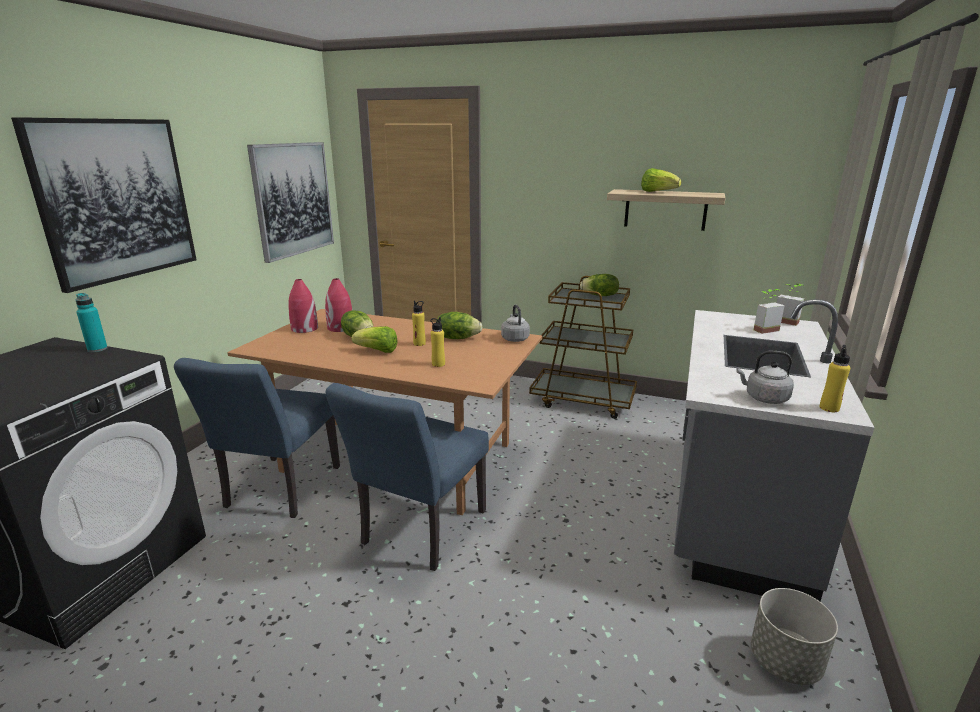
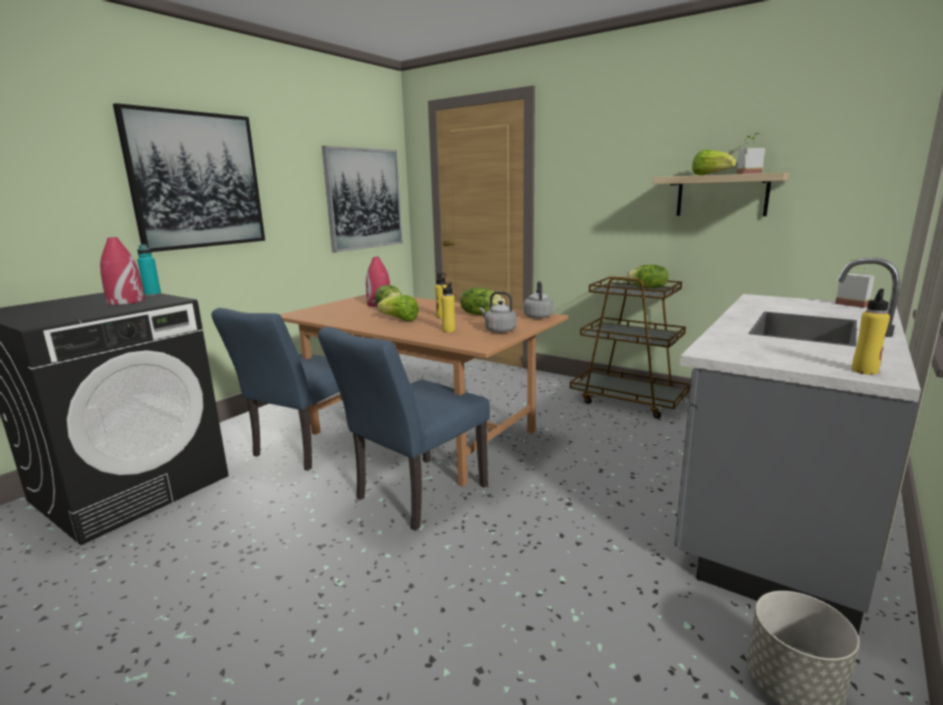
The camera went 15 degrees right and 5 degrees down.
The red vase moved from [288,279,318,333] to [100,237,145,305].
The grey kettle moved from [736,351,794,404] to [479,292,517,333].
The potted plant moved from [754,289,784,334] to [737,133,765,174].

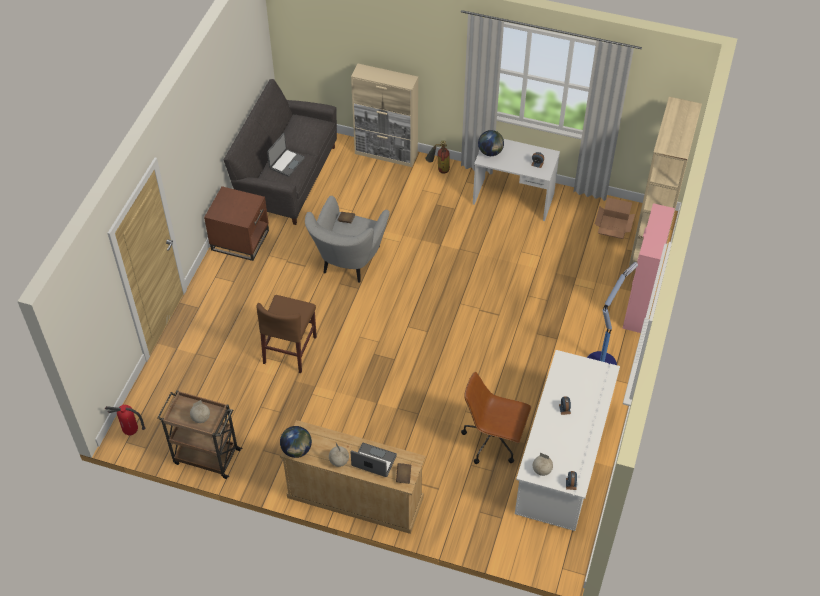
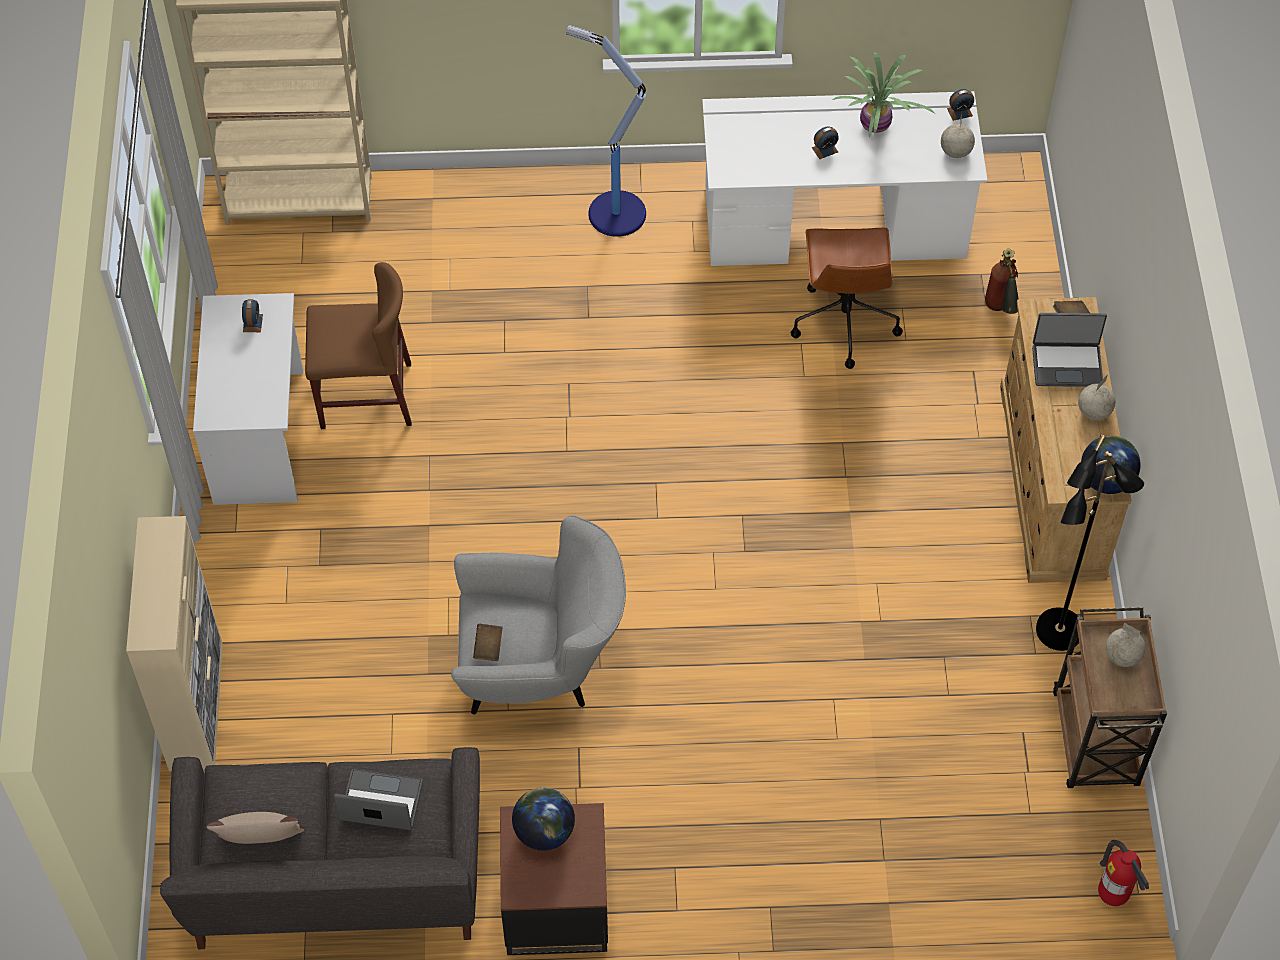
The camera went 110 degrees left and 5 degrees up.
The brown chair moved from [256,295,317,373] to [305,262,412,429].
The laptop at [350,443,397,477] turned 90 degrees counterclockwise.
The fire extinguisher moved from [425,140,450,174] to [985,248,1019,314].
The globe moved from [478,130,504,156] to [512,787,575,851].
The cardboard box at [595,197,635,239] disappeared.
The pink cabinet at [622,203,675,333] disappeared.
The beige pillow at [206,812,304,844] appeared.
The potted plant at [833,52,934,137] appeared.
The black floor lamp at [1036,434,1144,651] appeared.

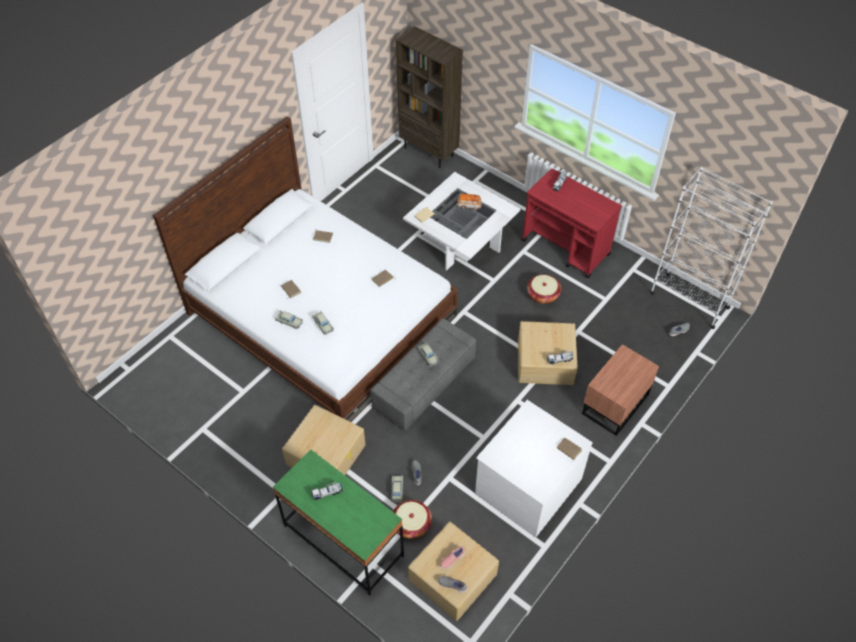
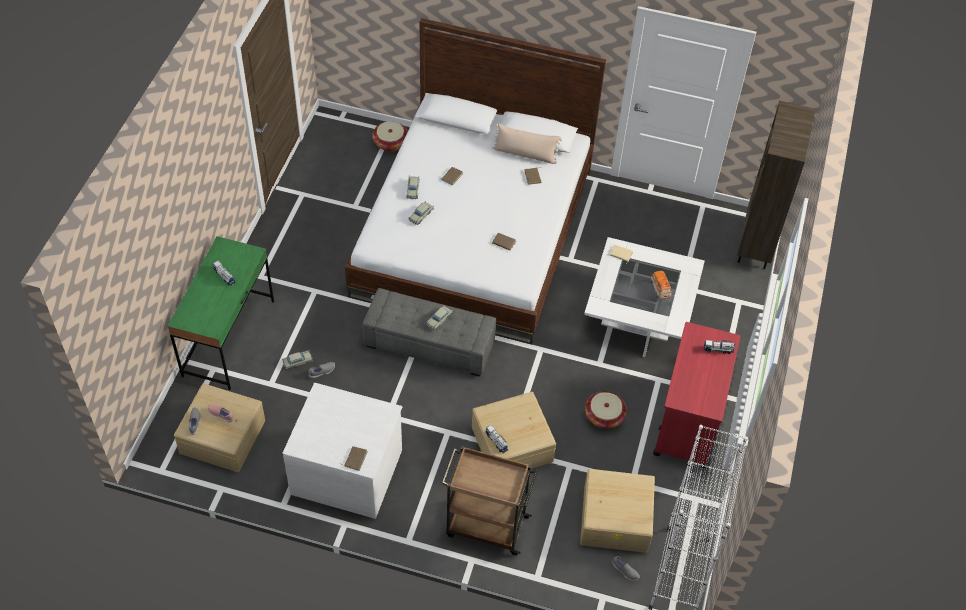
The camera went 65 degrees right and 0 degrees up.
The beige storage box moved from [282,405,366,475] to [580,469,655,553].
The basket moved from [393,500,432,539] to [373,121,408,152].
The brown nightstand at [582,344,659,436] was replaced by the brown cart at [441,446,537,556].
The beige pillow at [492,123,562,164] appeared.

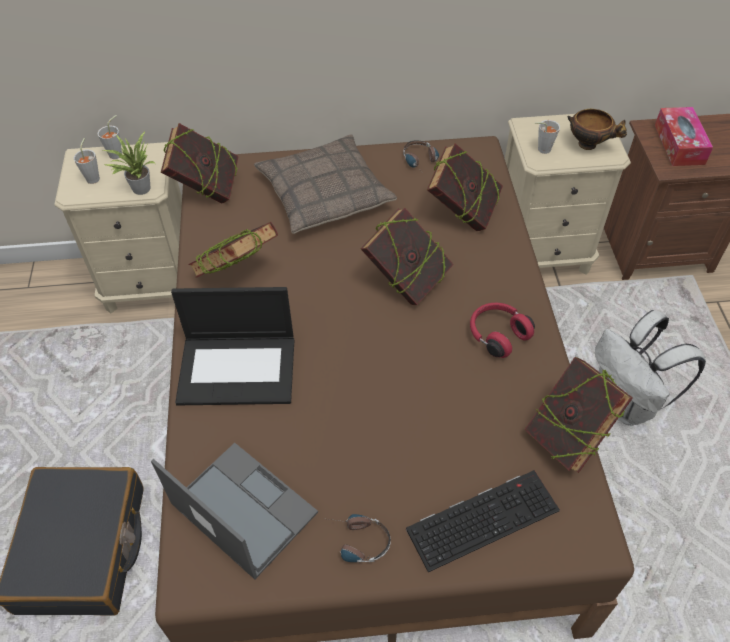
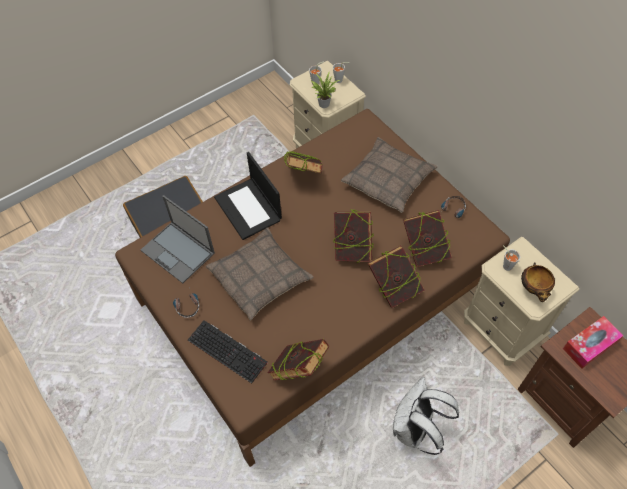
The camera went 60 degrees right and 5 degrees up.
The laptop at [151,443,318,579] turned 120 degrees clockwise.
The book moved from [161,123,239,203] to [368,245,425,308].
The red headphones at [470,303,535,358] disappeared.
The pillow at [206,227,314,320] appeared.

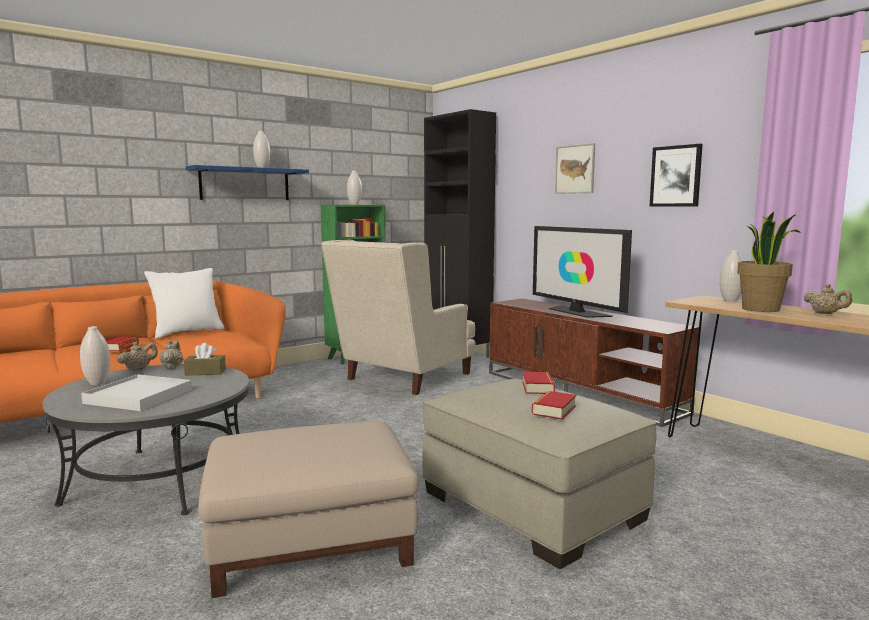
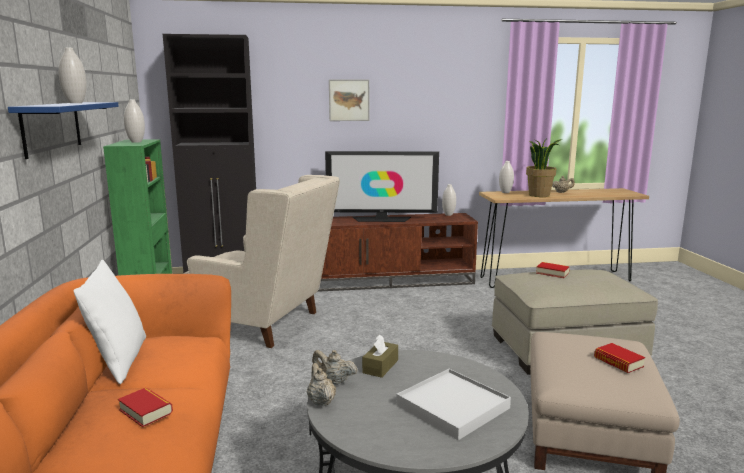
The camera went 60 degrees left and 5 degrees up.
The white vase moved from [80,326,110,385] to [442,184,456,216].
The beige armchair at [321,240,475,395] turned 45 degrees counterclockwise.
The book moved from [532,391,576,420] to [594,343,645,373].
The picture at [649,144,703,207] disappeared.

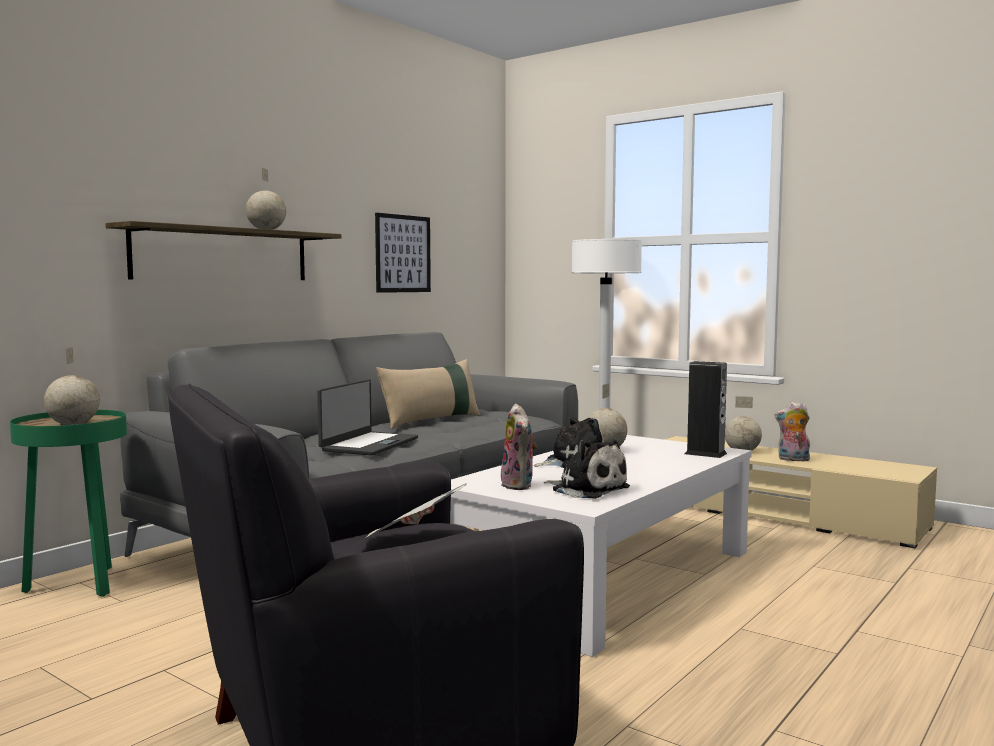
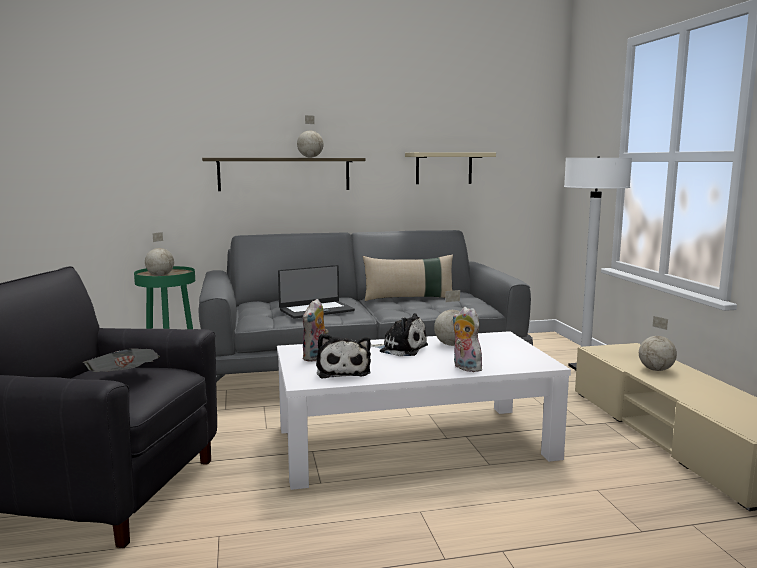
The camera went 40 degrees right and 5 degrees up.
The picture at [375,213,431,293] was replaced by the beige shelf at [405,152,496,184].
The speaker at [685,361,727,458] disappeared.
The plush toy moved from [774,402,810,461] to [452,307,482,372].

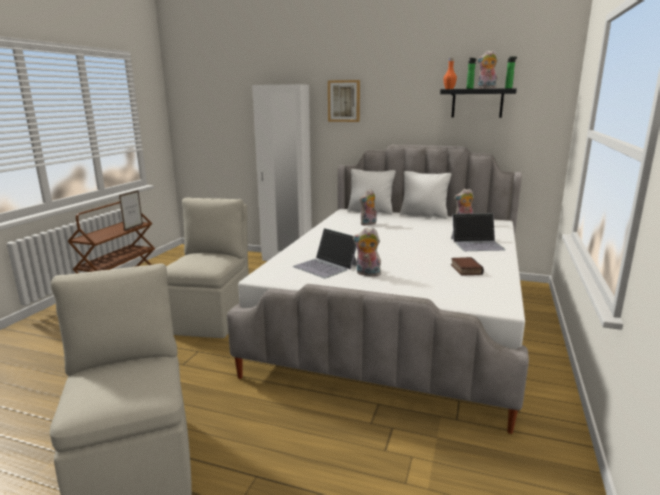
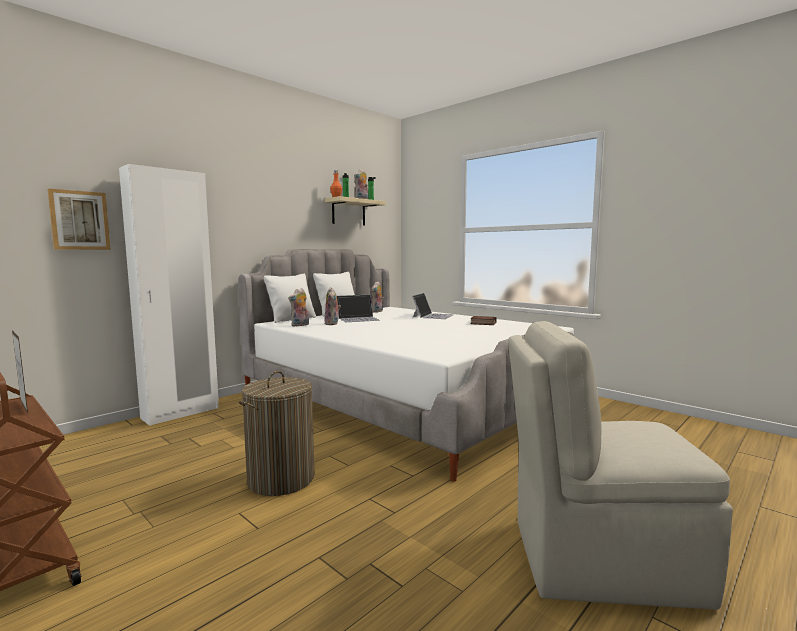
The camera went 65 degrees left and 10 degrees down.
The beige chair at [166,198,249,338] was replaced by the laundry basket at [239,371,314,496].
The laptop moved from [293,228,357,278] to [336,295,380,322].
The picture moved from [328,80,360,122] to [47,189,111,250].
The plush toy moved from [353,228,381,277] to [288,288,309,326].
The black shelf at [440,88,517,118] became the beige shelf at [325,196,386,225].

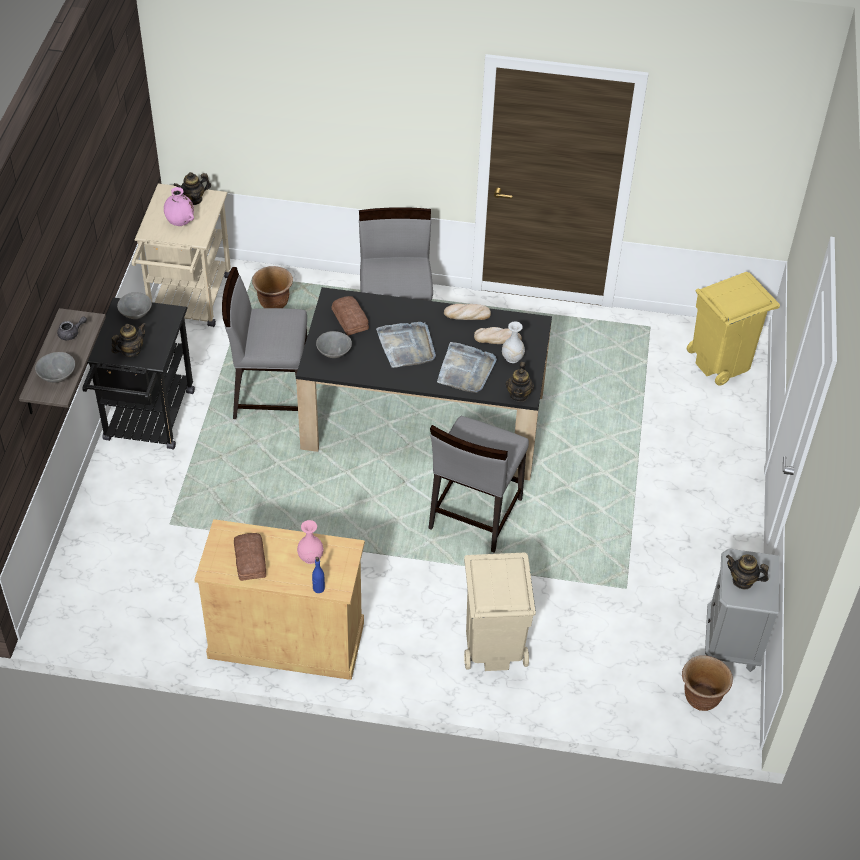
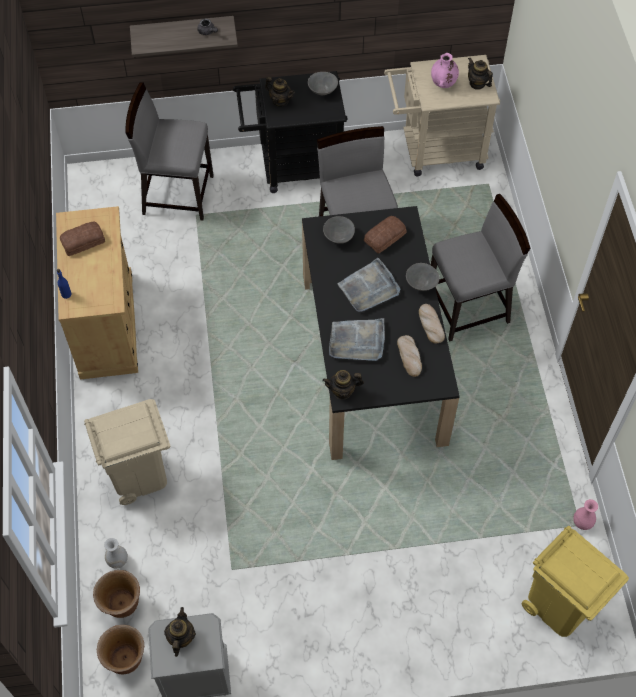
The camera went 75 degrees right and 10 degrees up.
The grey bowl moved from [35,352,75,383] to [406,263,440,291].
The brown planter moved from [252,266,293,308] to [93,570,140,618].
The pink vase moved from [297,520,324,564] to [573,499,598,530].
The grey chair moved from [428,416,529,553] to [125,82,214,220].
The white vase moved from [502,322,525,363] to [104,538,128,569].

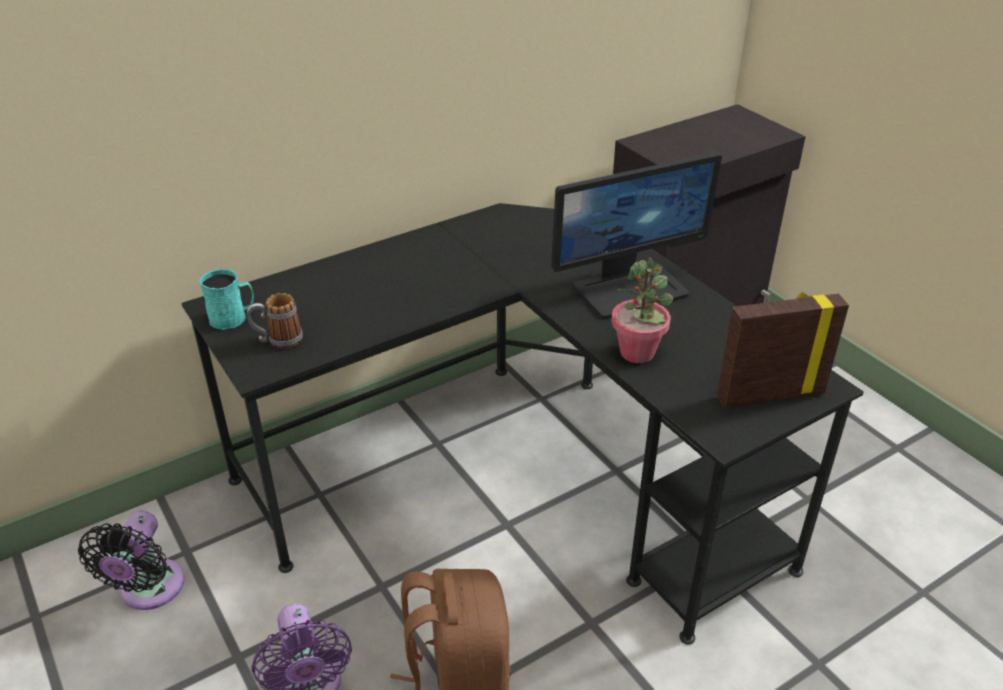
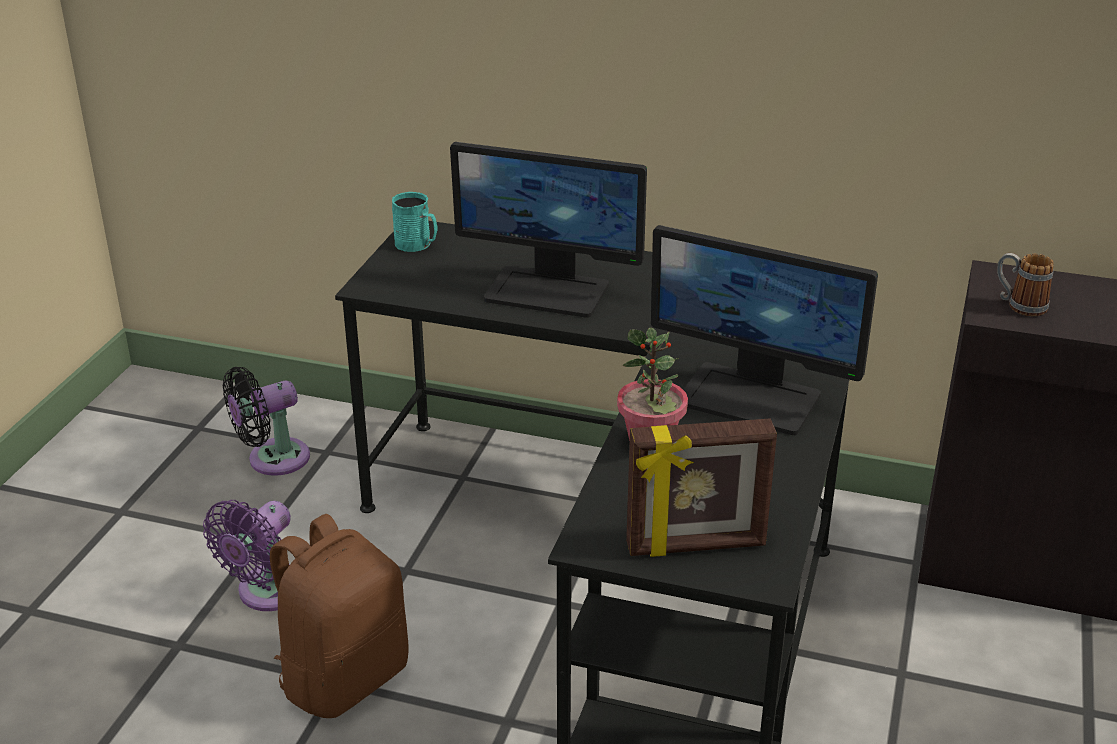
The camera went 50 degrees right and 5 degrees down.
The mug moved from [247,293,303,349] to [997,253,1054,317].
The picture frame at [717,292,849,408] turned 135 degrees clockwise.
The monitor at [450,142,647,318] appeared.

